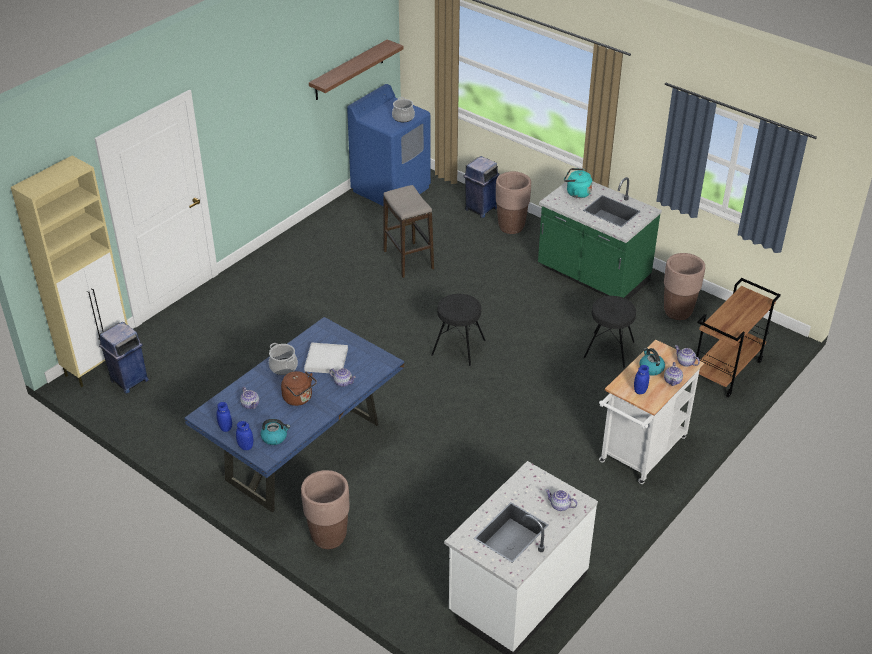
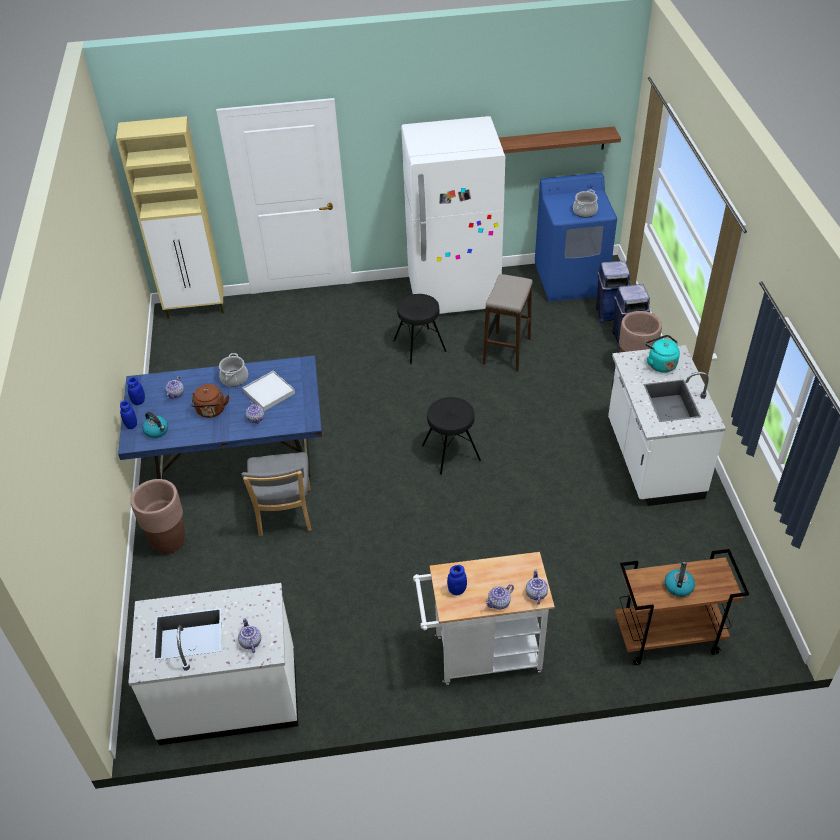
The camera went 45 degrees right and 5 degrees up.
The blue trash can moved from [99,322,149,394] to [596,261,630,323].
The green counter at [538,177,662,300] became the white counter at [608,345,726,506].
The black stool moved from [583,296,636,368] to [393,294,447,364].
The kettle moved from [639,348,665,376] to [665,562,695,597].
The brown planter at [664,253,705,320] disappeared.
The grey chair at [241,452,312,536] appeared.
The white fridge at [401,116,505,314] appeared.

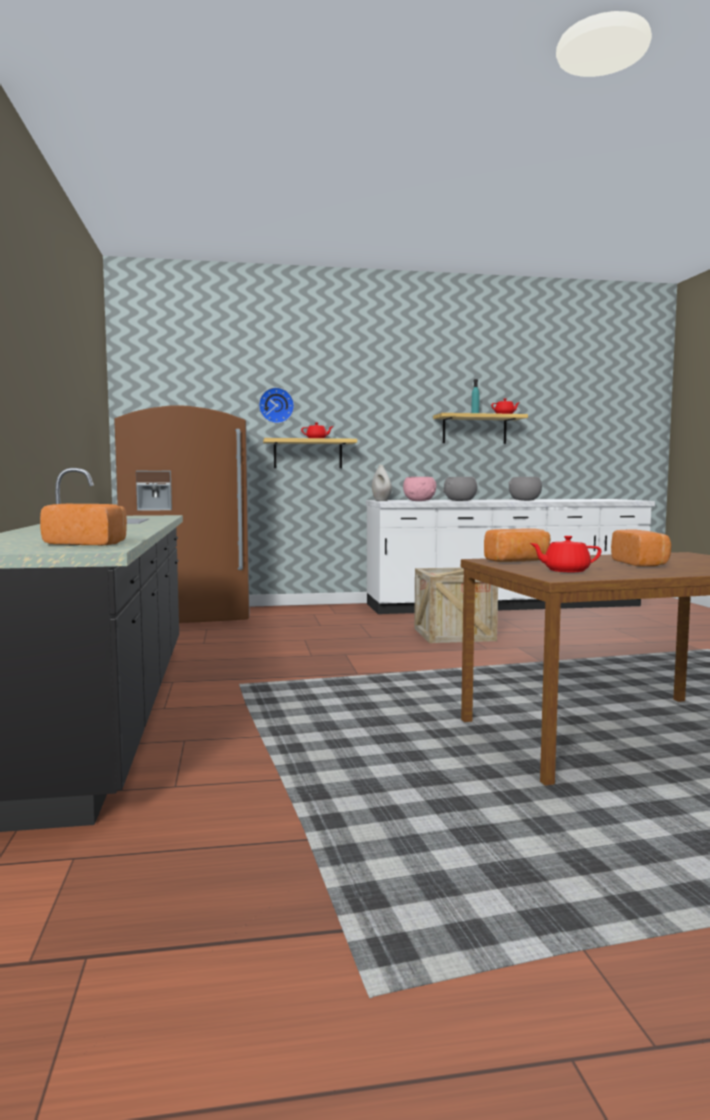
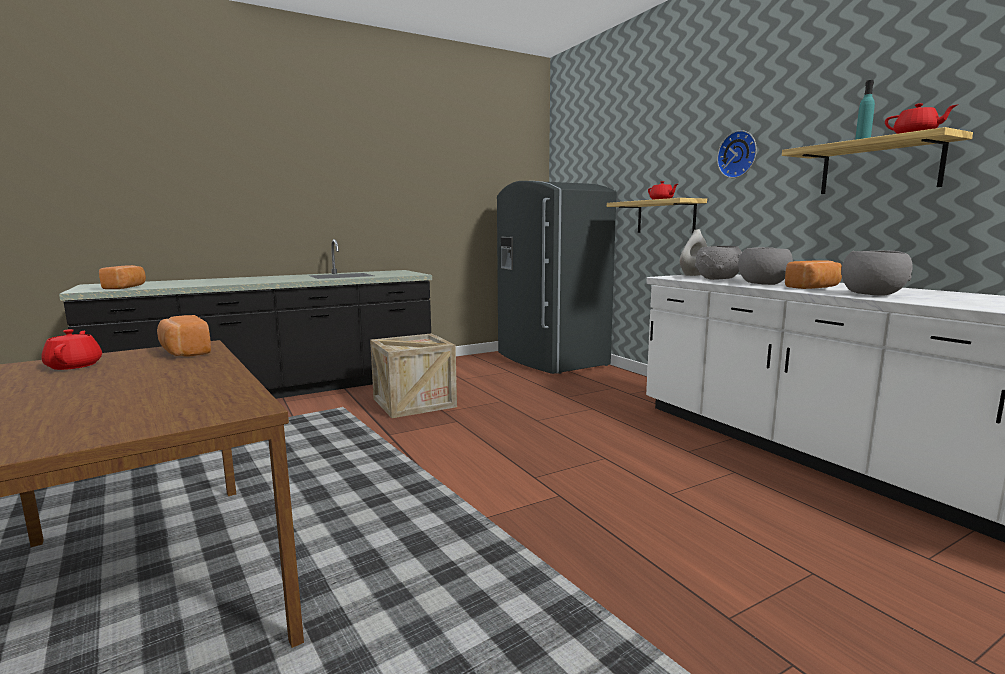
The camera went 70 degrees right and 5 degrees up.
The brown fridge at [114,405,250,623] became the grey fridge at [497,181,617,374].
The wall clock moved from [259,387,294,423] to [717,130,757,178].
The pink bowl at [403,477,436,501] became the grey bowl at [695,246,742,280].
The crate moved from [414,568,498,643] to [370,333,457,418].
The bread moved from [611,530,671,566] to [785,260,842,289].

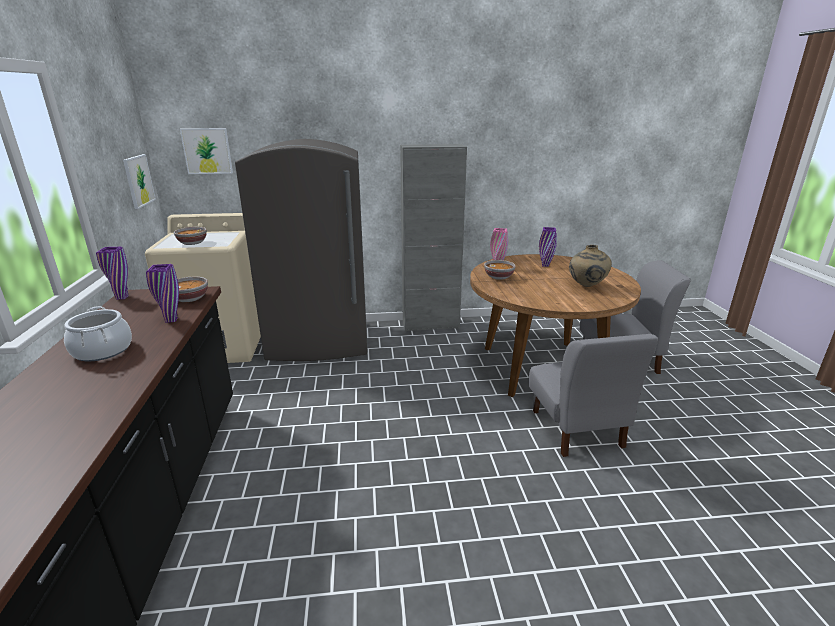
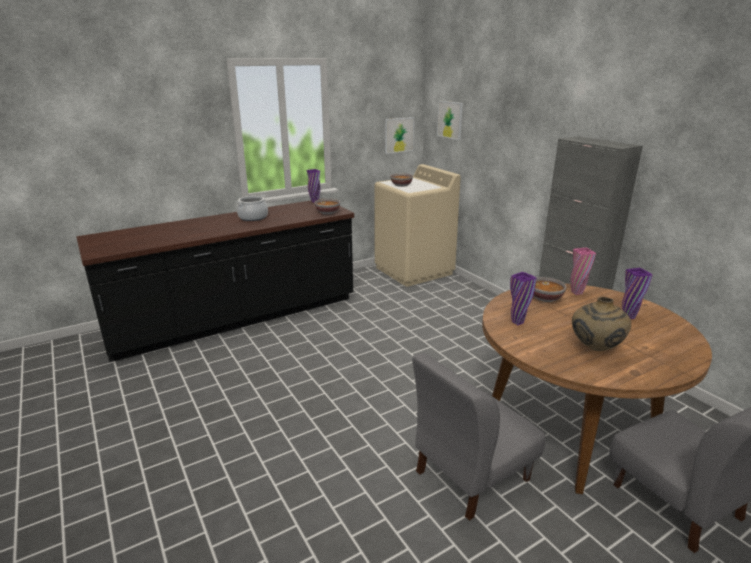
The camera went 65 degrees right and 0 degrees up.
The purple vase moved from [146,264,179,323] to [510,272,536,325].
The grey fridge at [235,139,368,361] disappeared.

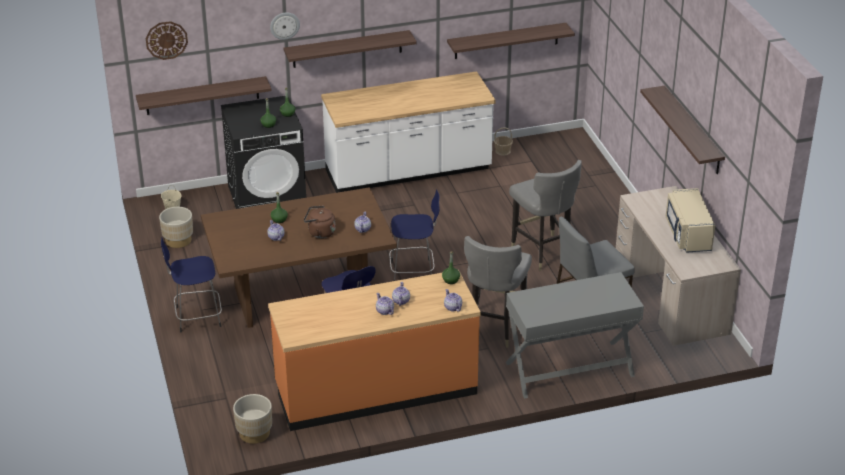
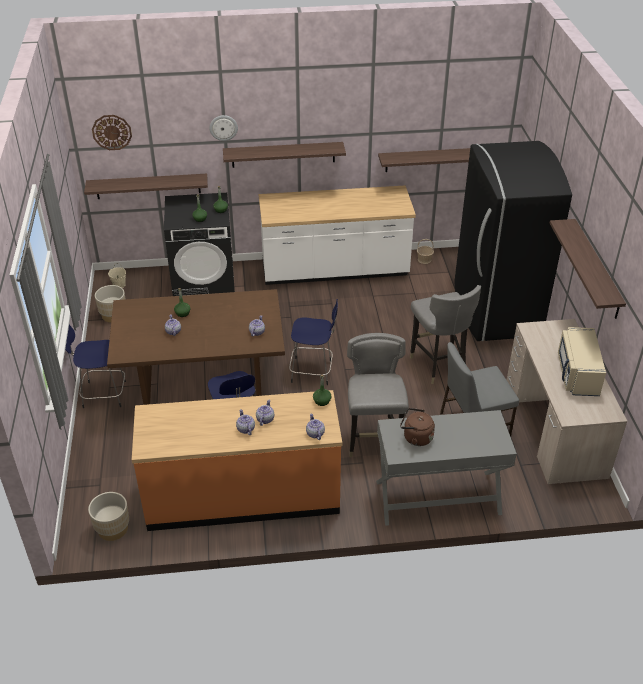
The camera went 10 degrees right and 5 degrees up.
The brown kettle moved from [304,206,336,238] to [400,408,435,446].
The grey chair at [464,236,532,348] turned 150 degrees clockwise.
The black fridge at [454,141,572,341] appeared.

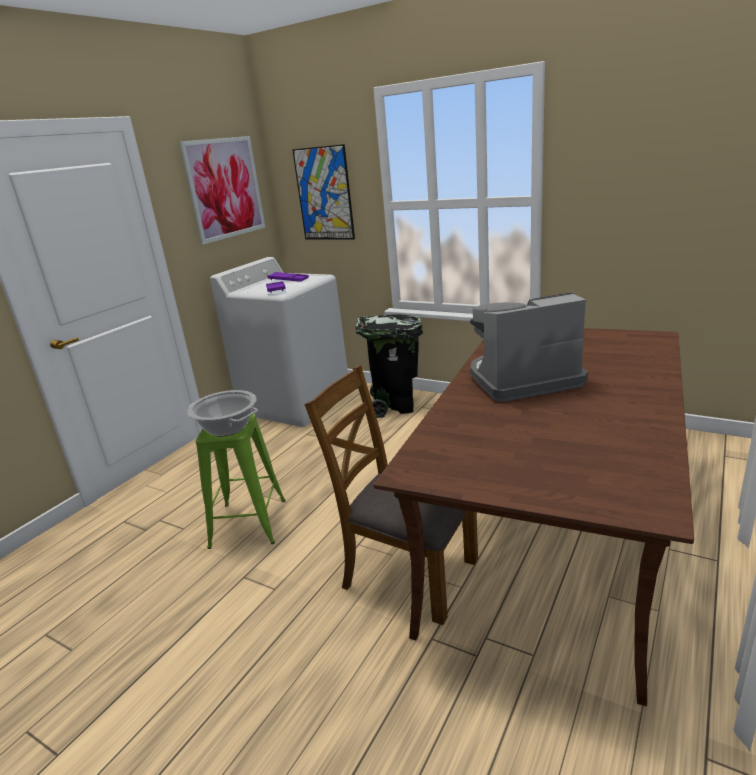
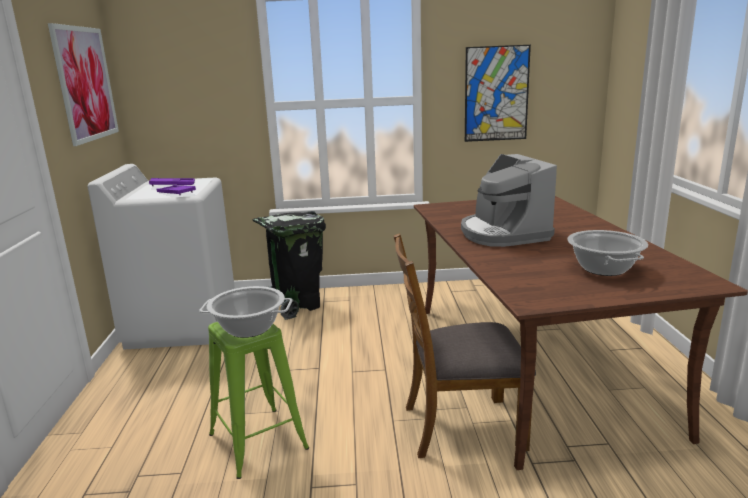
The camera went 35 degrees left and 5 degrees down.
The picture moved from [292,144,355,239] to [465,45,531,142].
The coffee machine at [470,292,588,402] turned 60 degrees counterclockwise.
The cooking pot at [567,230,648,276] appeared.

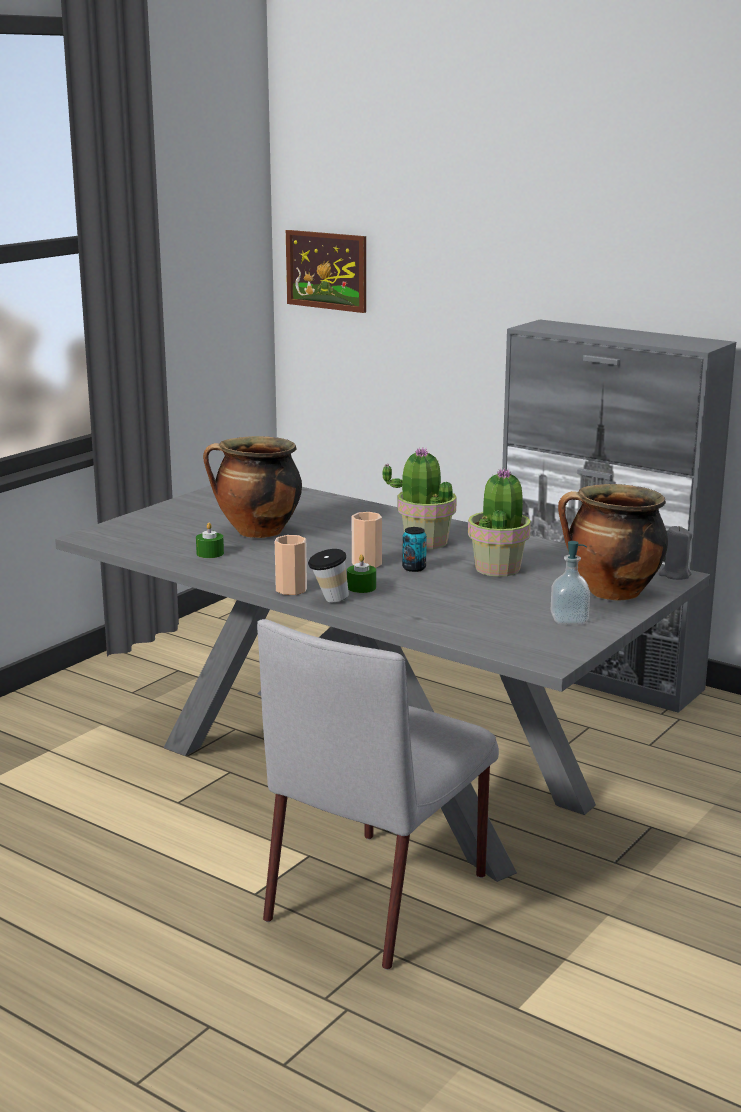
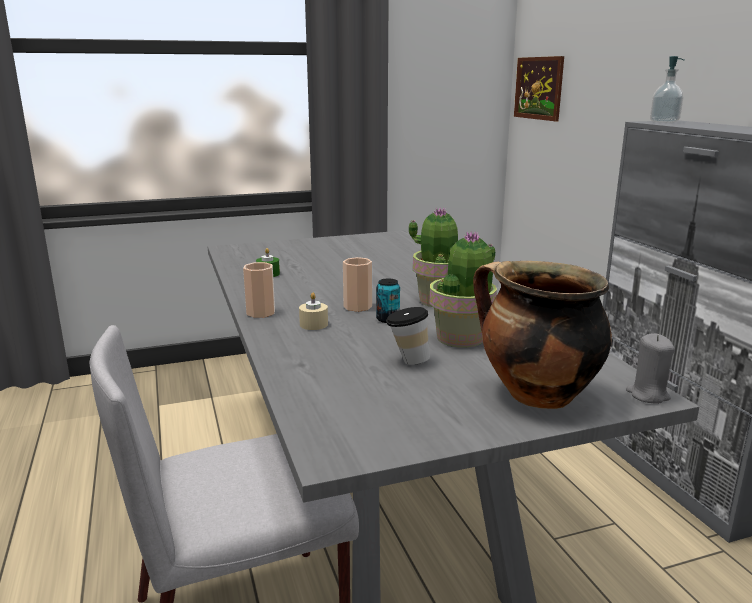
The camera went 35 degrees right and 0 degrees up.
The cooking pot at [203,436,302,538] disappeared.
The cup moved from [308,549,349,602] to [386,307,430,365].
The green candle at [347,554,376,593] became the beige candle at [299,292,328,330].
The soap dispenser moved from [551,541,590,624] to [650,56,685,123].

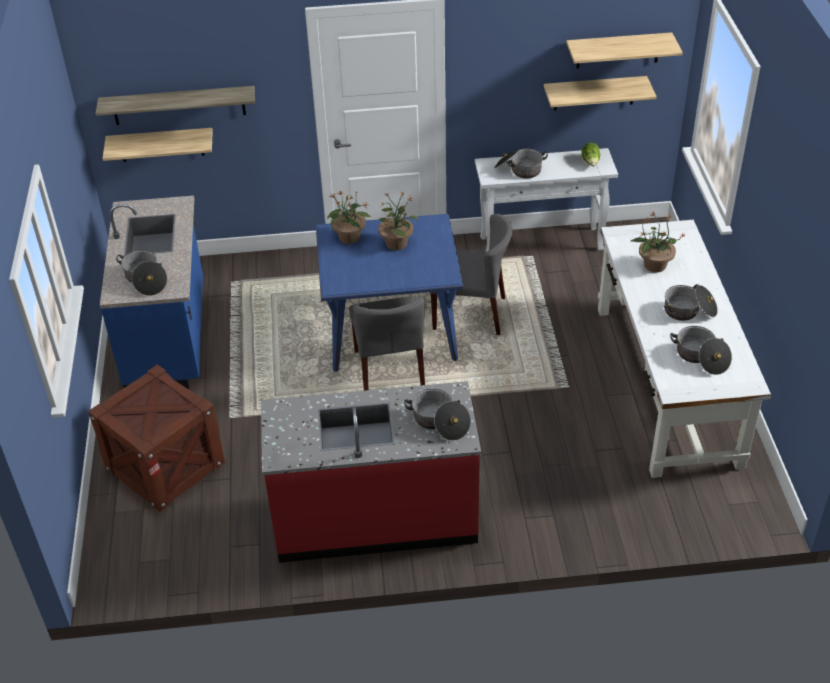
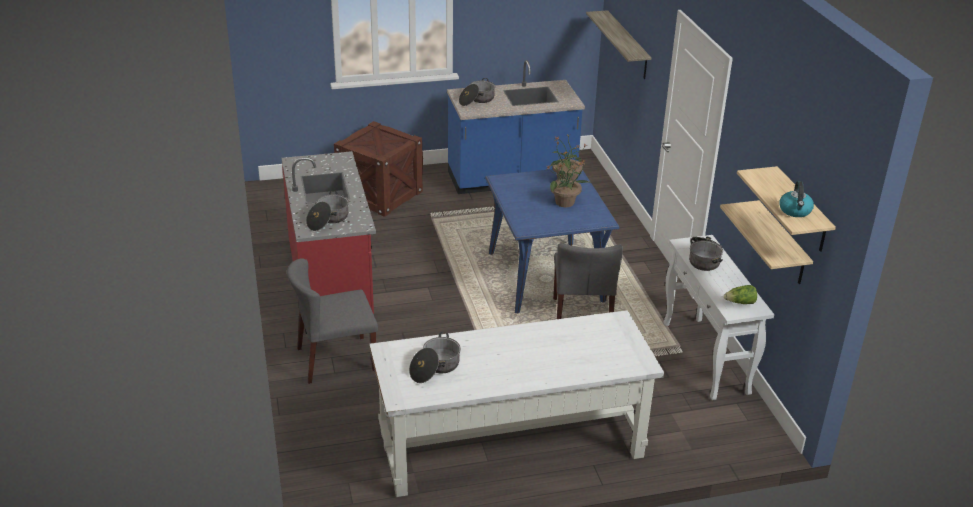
The camera went 80 degrees right and 10 degrees down.
The shelf at [102,128,213,162] disappeared.
The grey chair moved from [349,297,425,391] to [287,258,378,384].
The potted plant at [631,211,685,273] disappeared.
The cooking pot at [664,284,718,321] disappeared.
The kettle at [779,181,814,217] appeared.

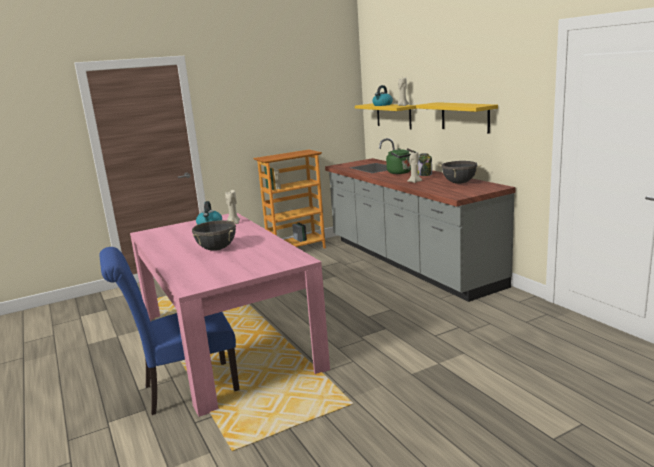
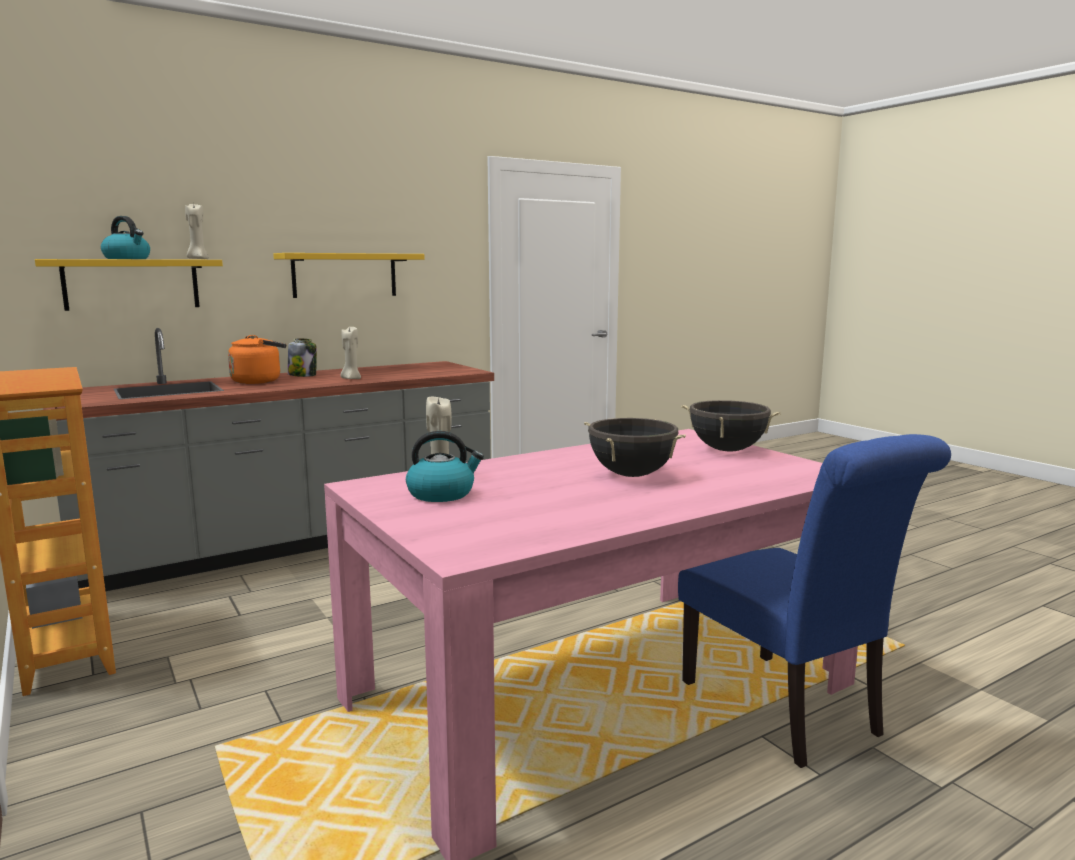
The camera went 95 degrees left and 5 degrees down.
The green kettle at [386,148,417,174] became the orange kettle at [228,335,286,384].
The black cooking pot moved from [438,161,482,184] to [681,400,781,451].

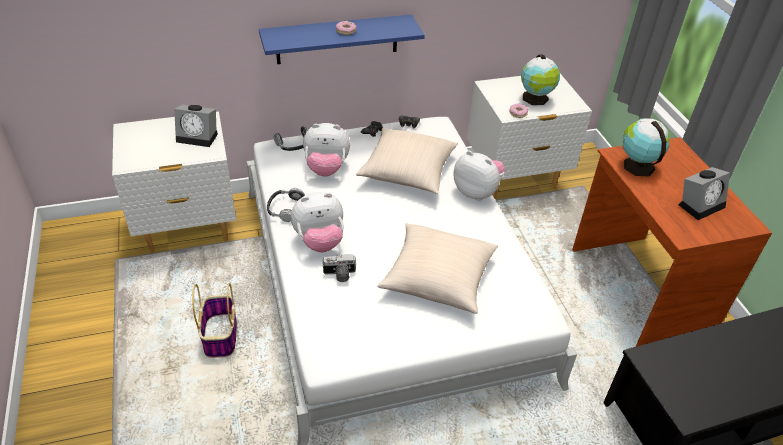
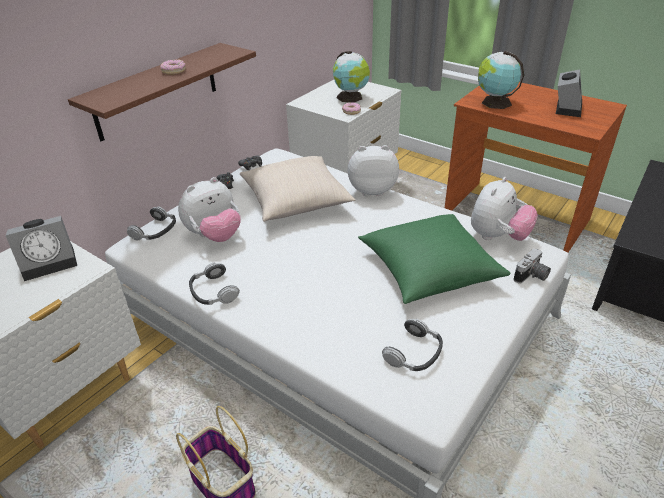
The camera went 35 degrees left and 5 degrees down.
The blue shelf at [259,14,425,64] became the brown shelf at [68,43,256,141].
The plush toy moved from [291,192,344,252] to [471,177,538,241].
The photo camera moved from [322,254,357,282] to [513,248,551,283].
The beige pillow at [378,223,498,314] became the green pillow at [358,214,510,304].
The headphones at [382,319,443,371] appeared.

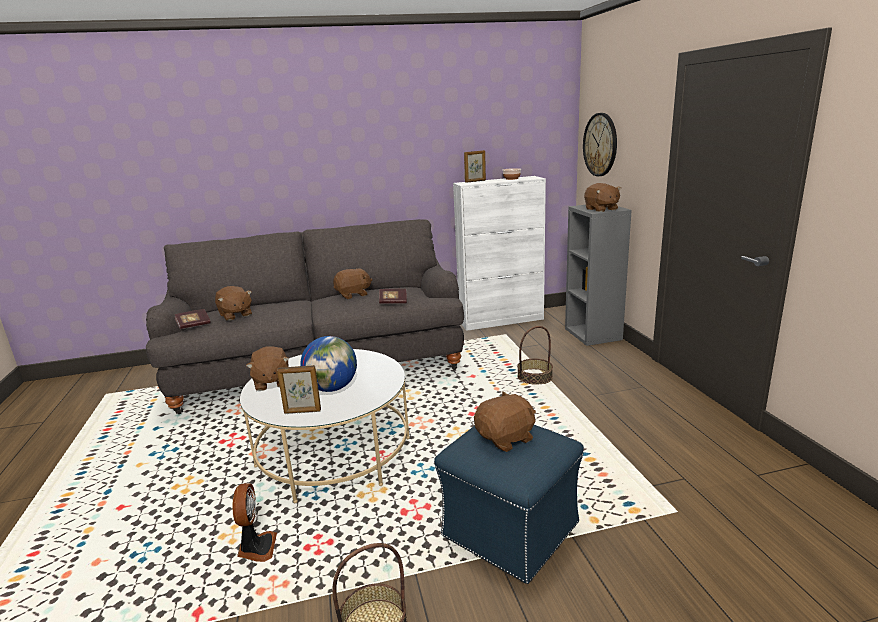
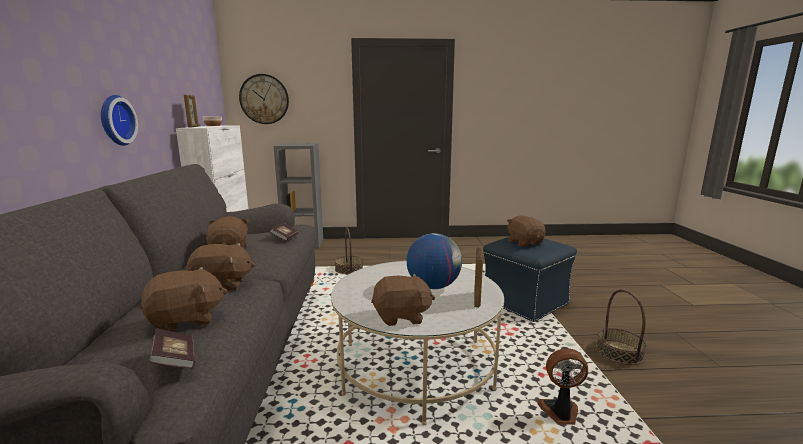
The camera went 80 degrees left and 5 degrees down.
The brown plush toy moved from [584,183,621,212] to [186,243,255,291].
The wall clock at [101,95,138,146] appeared.

